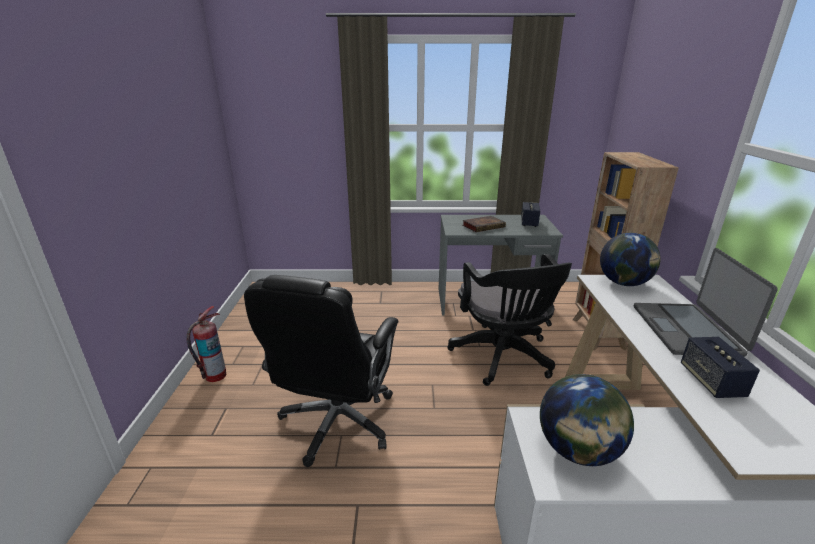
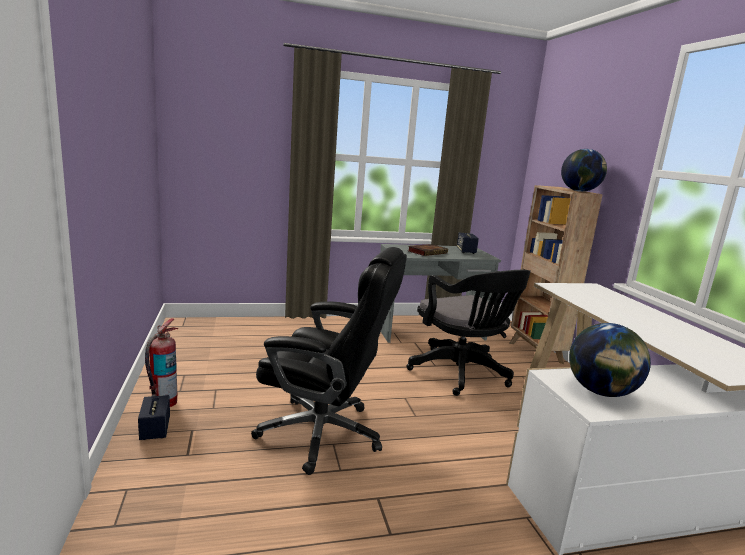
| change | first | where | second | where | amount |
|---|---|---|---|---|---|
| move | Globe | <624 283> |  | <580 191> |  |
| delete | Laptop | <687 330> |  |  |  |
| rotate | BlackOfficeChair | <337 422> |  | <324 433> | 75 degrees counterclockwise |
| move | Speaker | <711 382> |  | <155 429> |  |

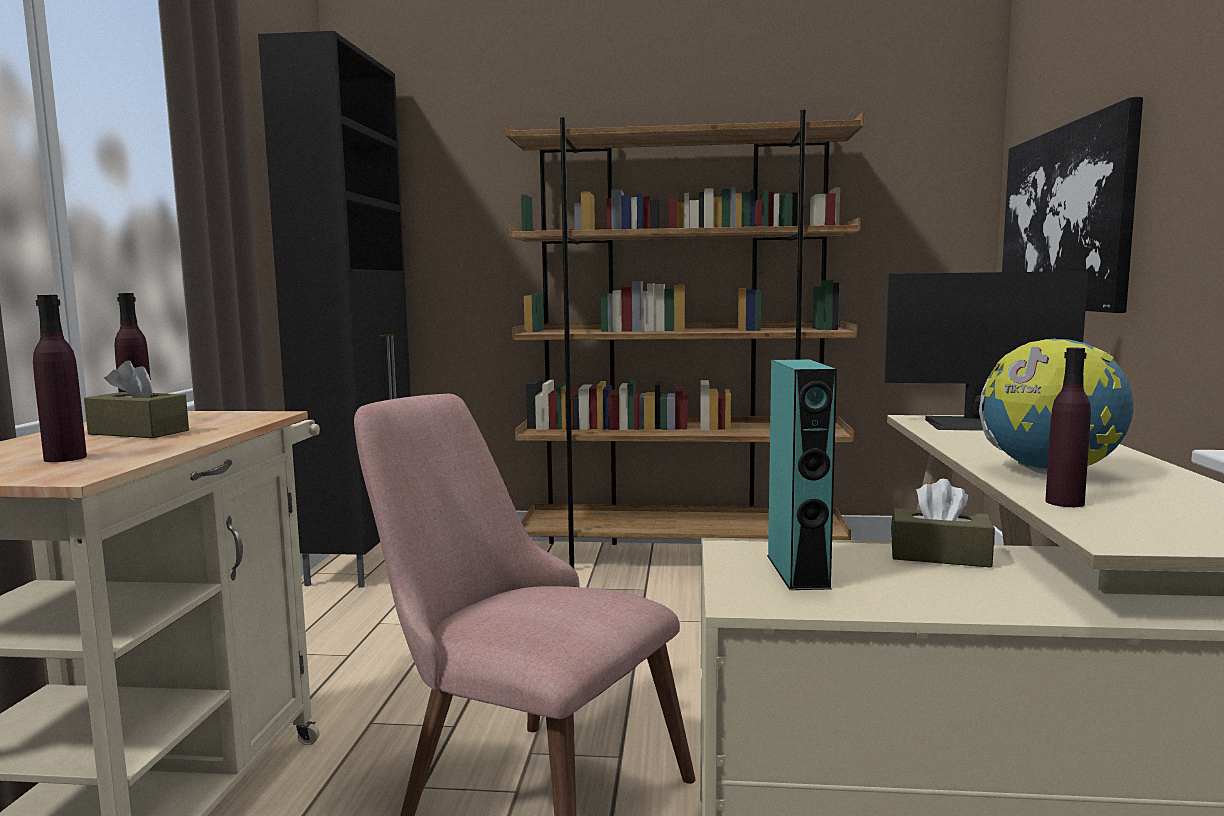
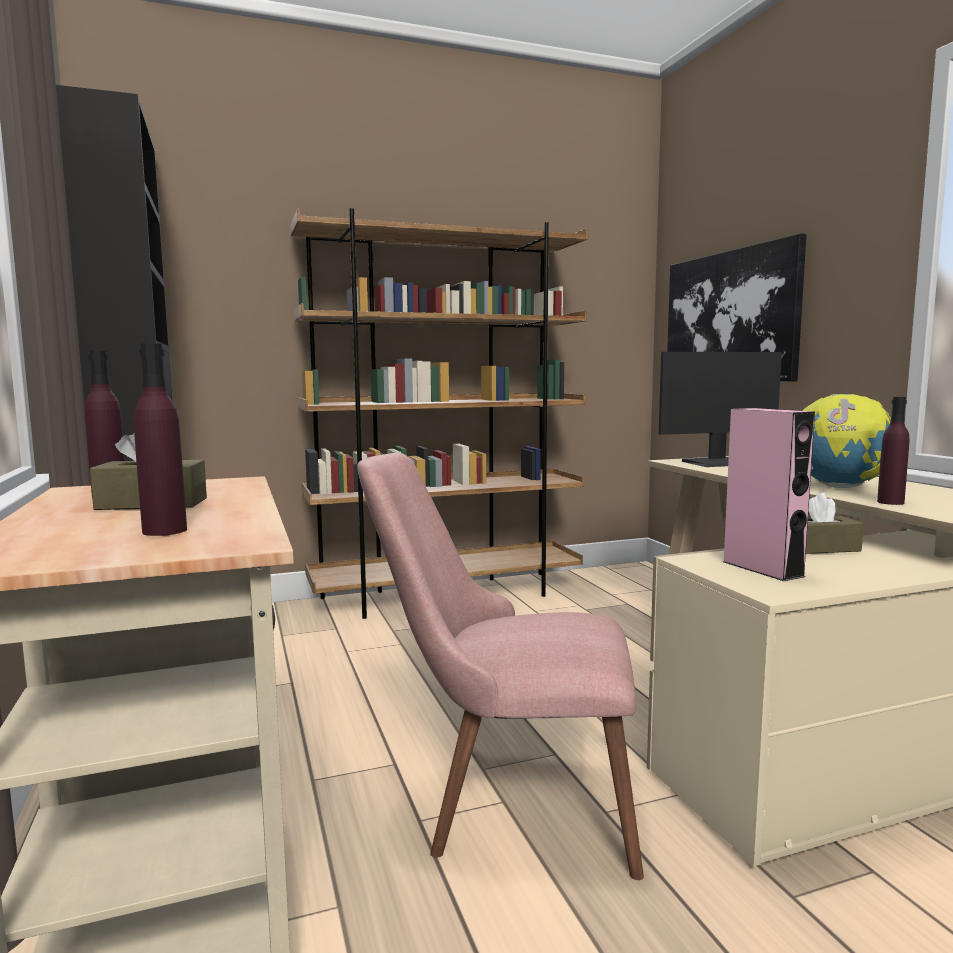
| change | first | where | second | where | amount |
|---|---|---|---|---|---|
| recolor | TurquoiseSpeaker | <797 571> | PinkSpeaker | <762 569> |  |

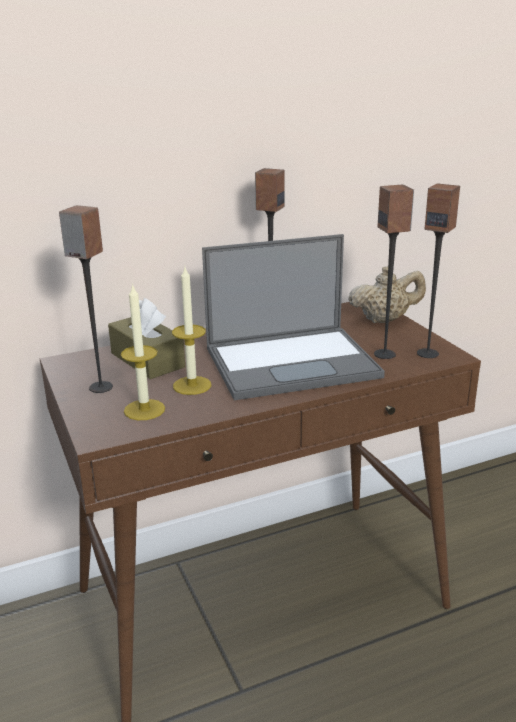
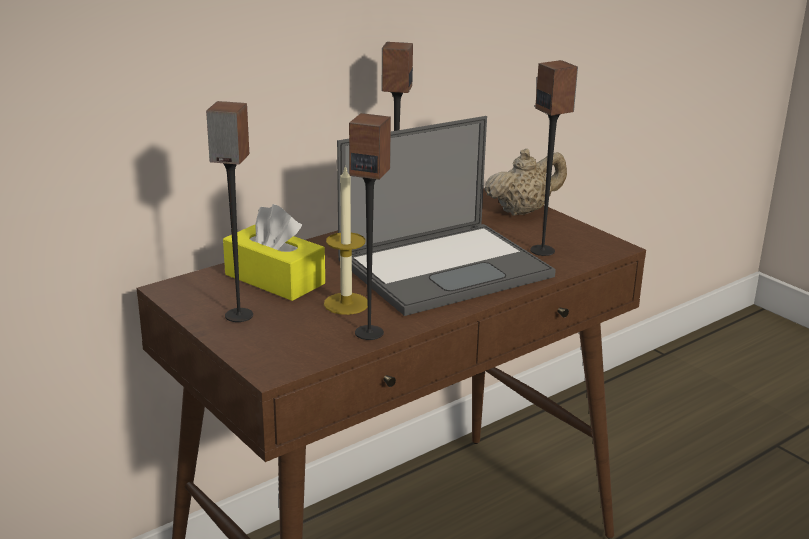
| change | first | where | second | where | amount |
|---|---|---|---|---|---|
| move | Speaker | <428 353> |  | <369 332> |  |
| delete | Candle | <144 410> |  |  |  |
| recolor | BrownTissueBox | <147 360> | YellowTissueBox | <274 279> |  |

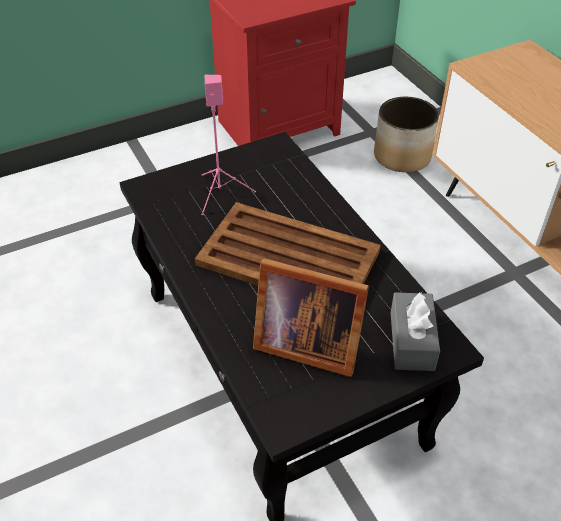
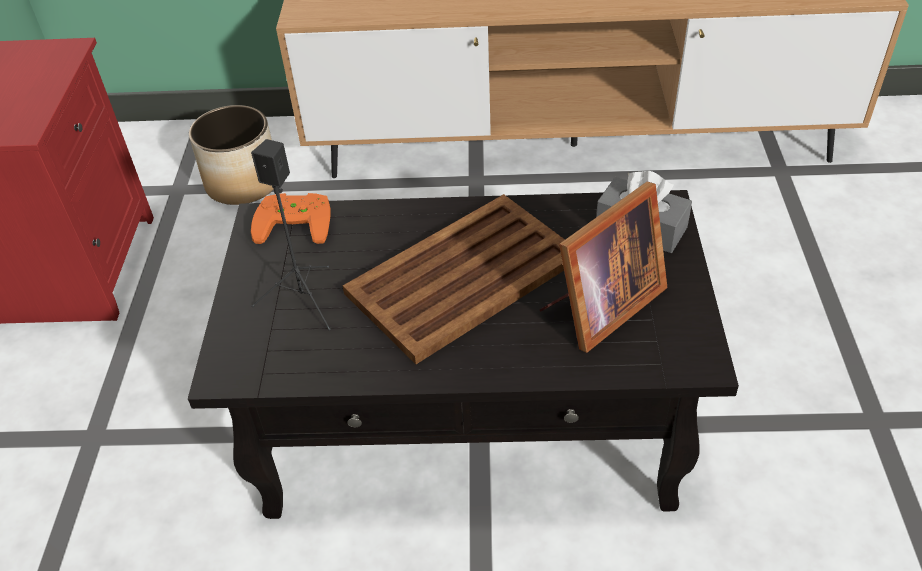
| change | first | where | second | where | amount |
|---|---|---|---|---|---|
| recolor | PinkSpeaker | <219 194> | BlackSpeaker | <304 300> |  |
| insert |  |  | OrangeGameController | <296 221> |  |

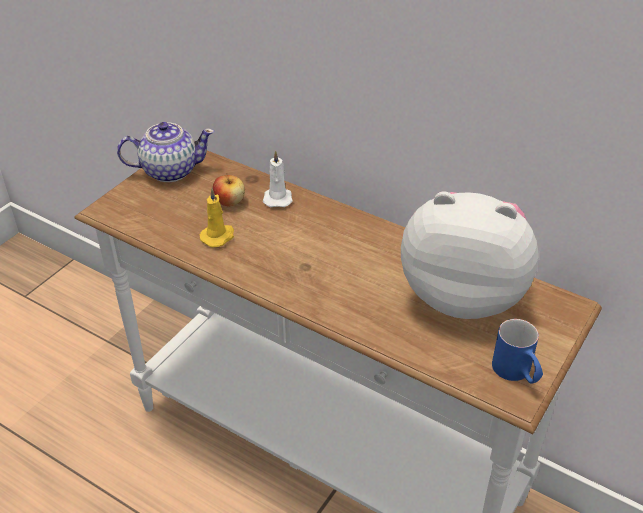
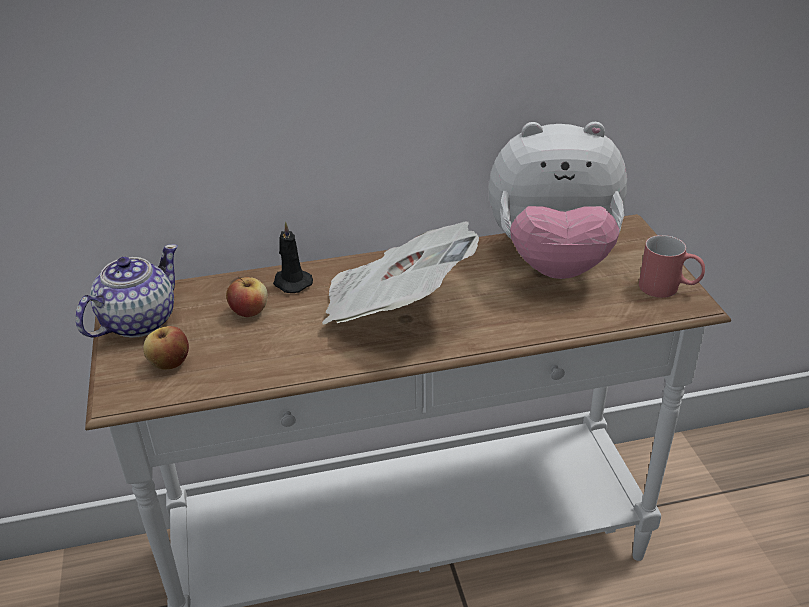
| change | first | where | second | where | amount |
|---|---|---|---|---|---|
| recolor | WhiteCandle | <277 198> | BlackCandle | <291 282> |  |
| delete | YellowCandle | <218 236> |  |  |  |
| rotate | PlushToy | <463 294> |  | <553 261> | 150 degrees counterclockwise |
| recolor | BlueMug | <516 374> | RedMug | <668 288> |  |
| insert |  |  | Newspaper | <395 307> |  |
| insert |  |  | Apple | <169 363> |  |

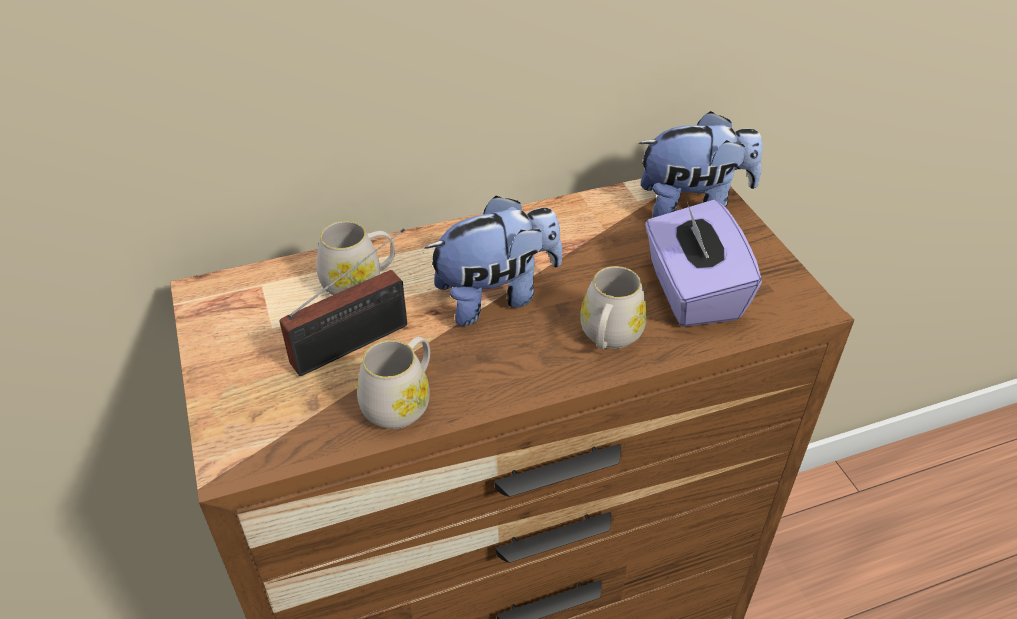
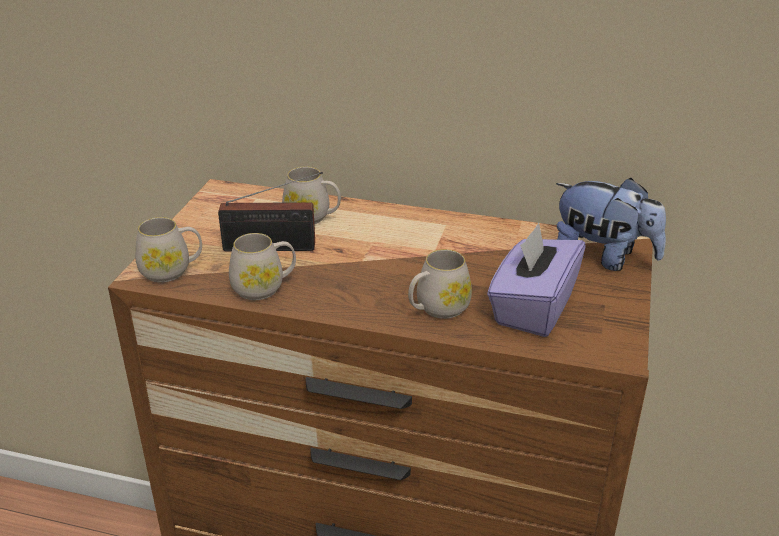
| change | first | where | second | where | amount |
|---|---|---|---|---|---|
| delete | PlushToy | <496 296> |  |  |  |
| insert |  |  | WhiteMug | <172 270> |  |

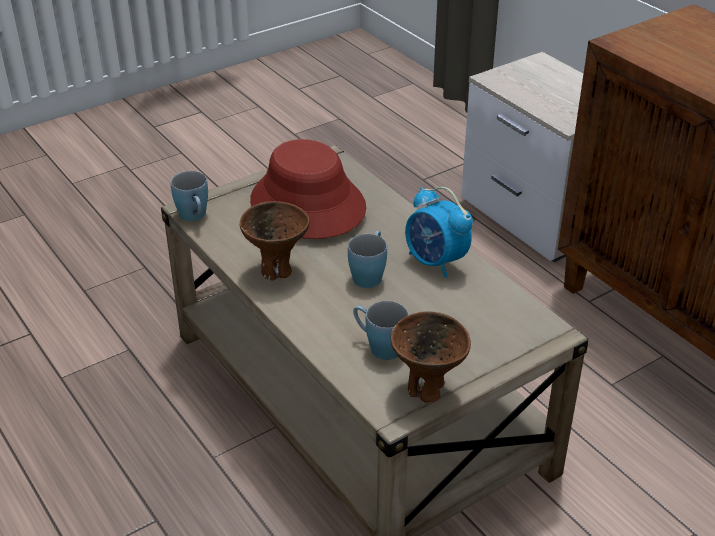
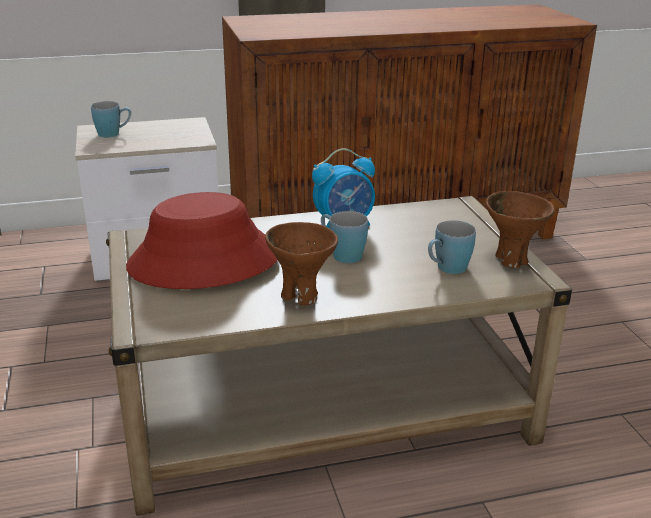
| change | first | where | second | where | amount |
|---|---|---|---|---|---|
| move | BlueMug | <194 217> |  | <114 134> |  |

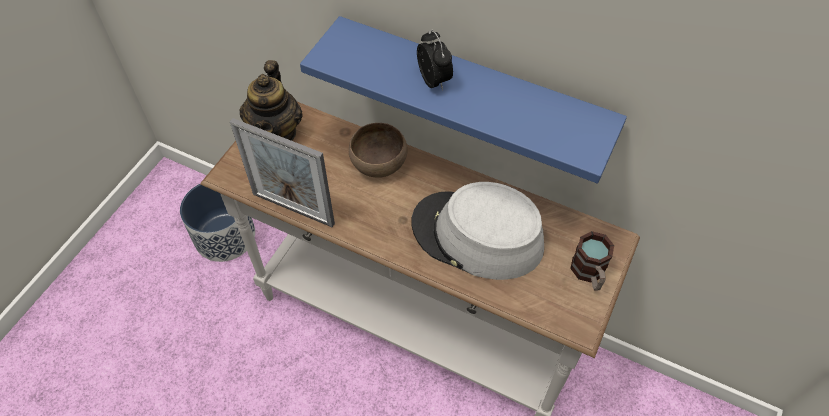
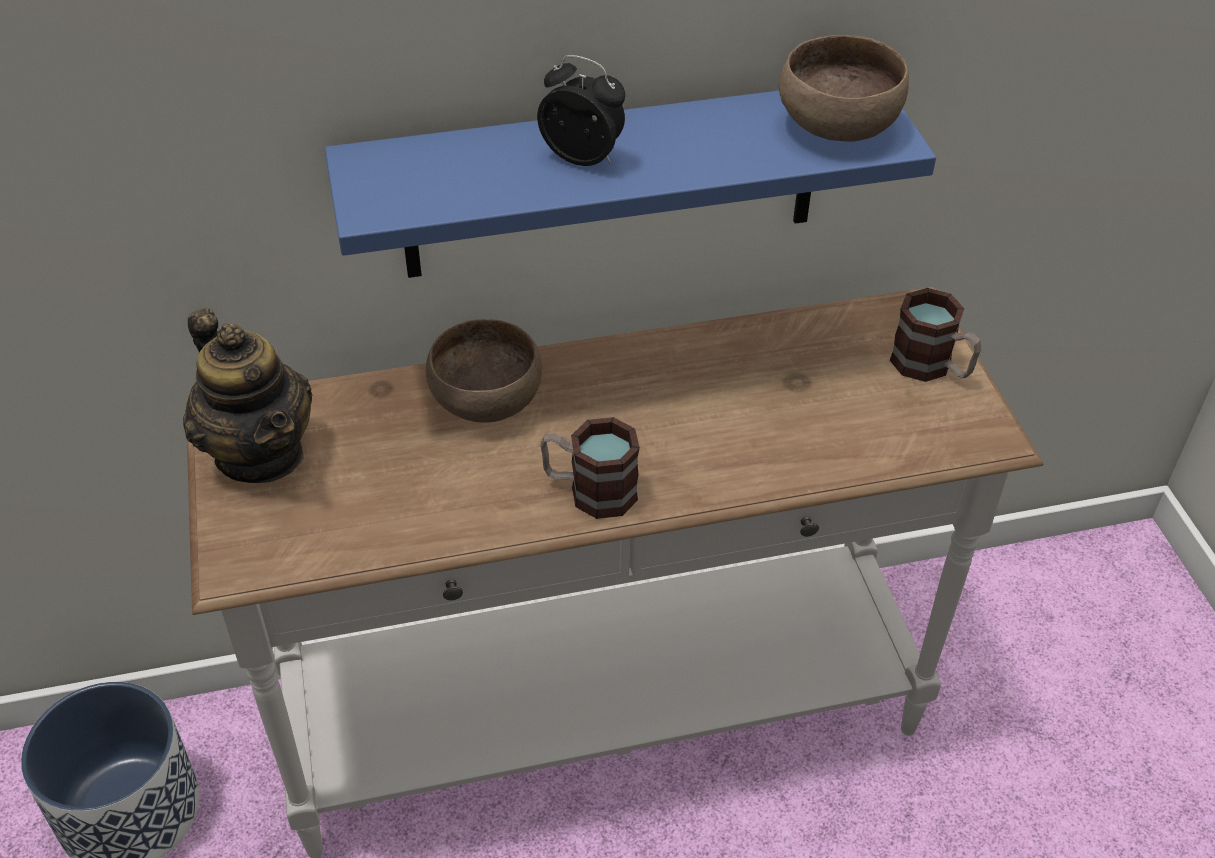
| change | first | where | second | where | amount |
|---|---|---|---|---|---|
| delete | PictureFrame | <293 209> |  |  |  |
| delete | GreyHat | <477 236> |  |  |  |
| insert |  |  | BrownBowl | <835 127> |  |
| insert |  |  | Mug | <589 490> |  |

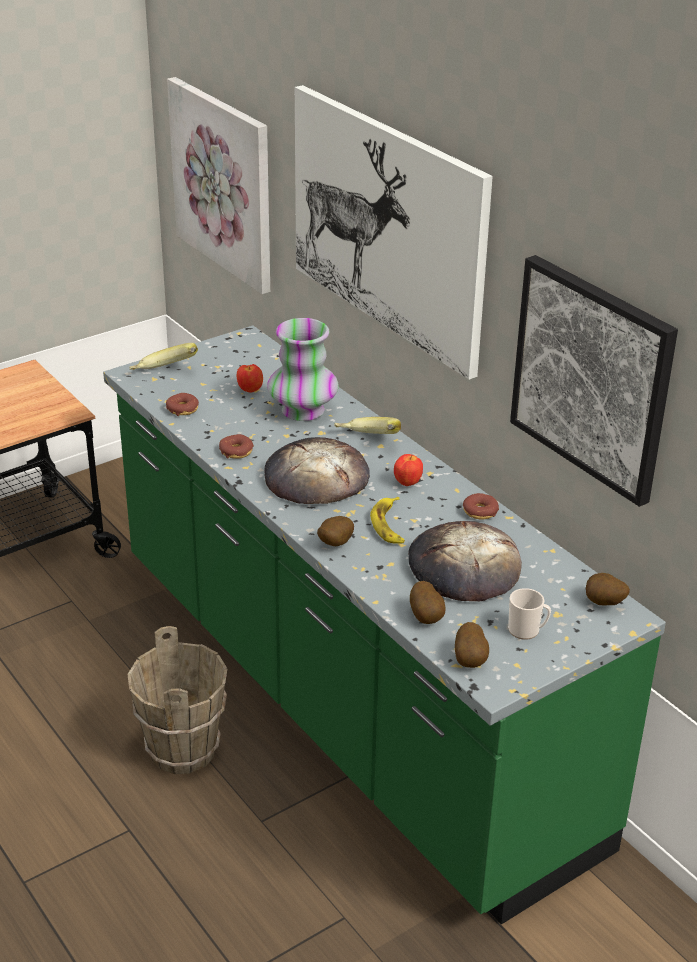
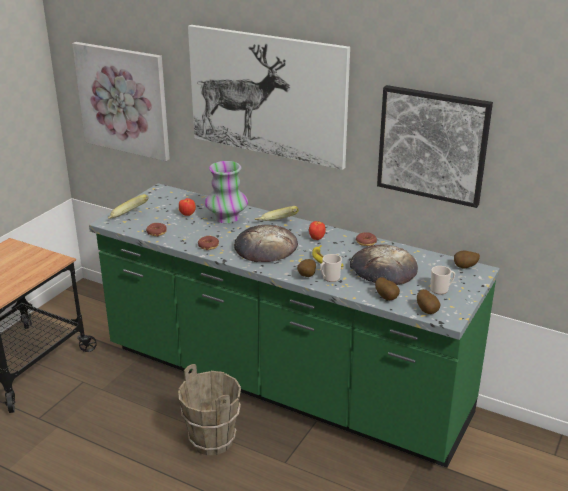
| change | first | where | second | where | amount |
|---|---|---|---|---|---|
| insert |  |  | Mug | <329 278> |  |

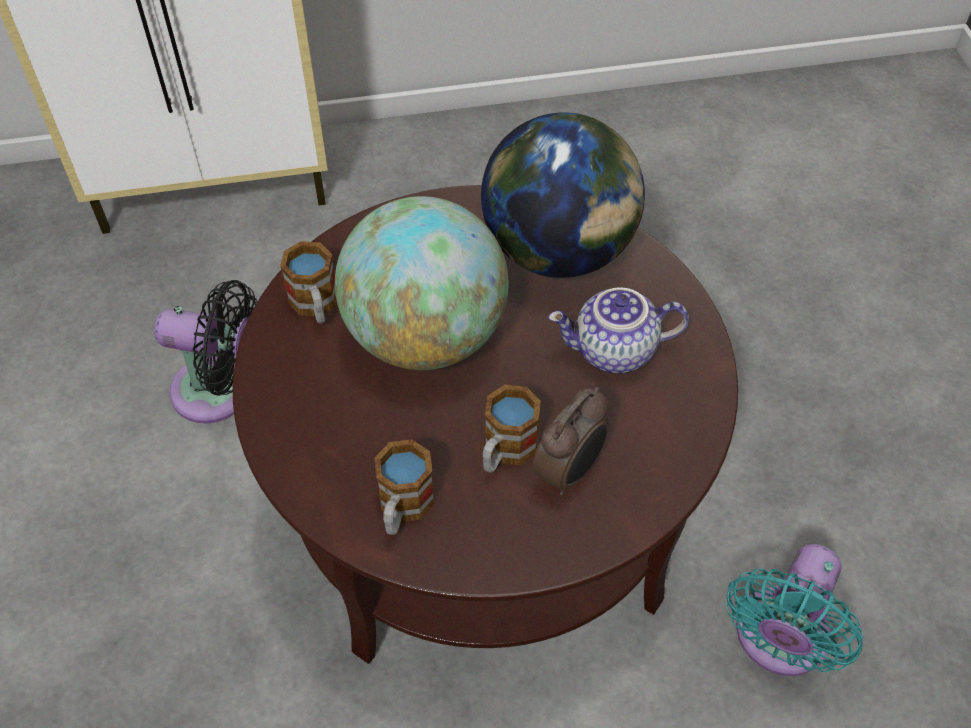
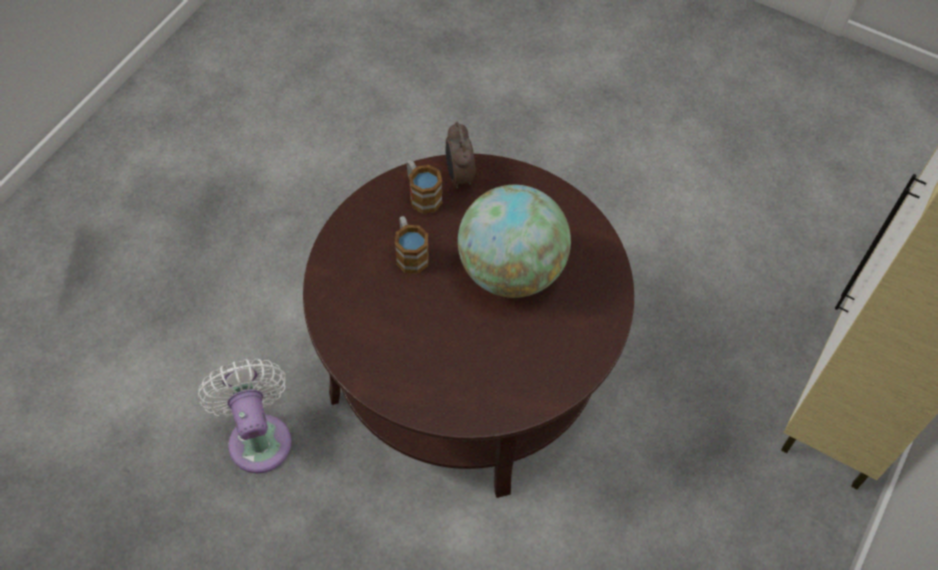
| change | first | where | second | where | amount |
|---|---|---|---|---|---|
| delete | Globe | <559 250> |  |  |  |
| delete | Mug | <316 306> |  |  |  |
| delete | BlackFan | <220 391> |  |  |  |
| delete | Teapot | <614 352> |  |  |  |
| move | AlarmClock | <569 471> |  | <459 176> |  |
| recolor | TurquoiseFan | <778 640> | WhiteFan | <258 437> |  |

